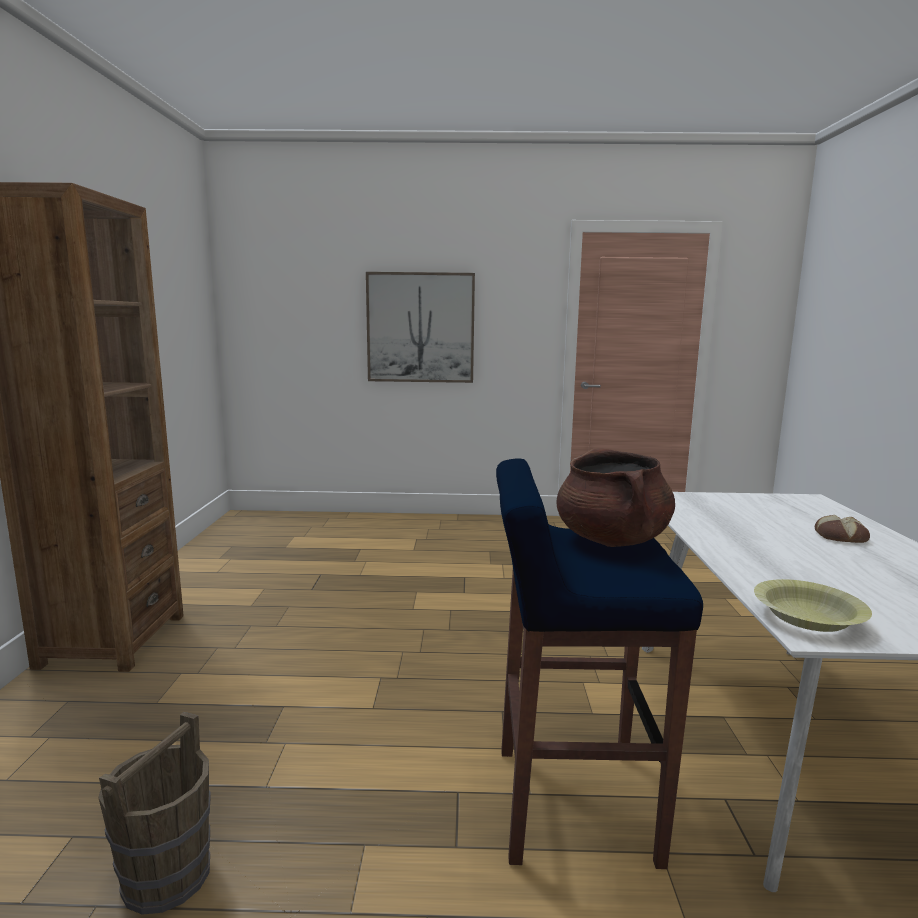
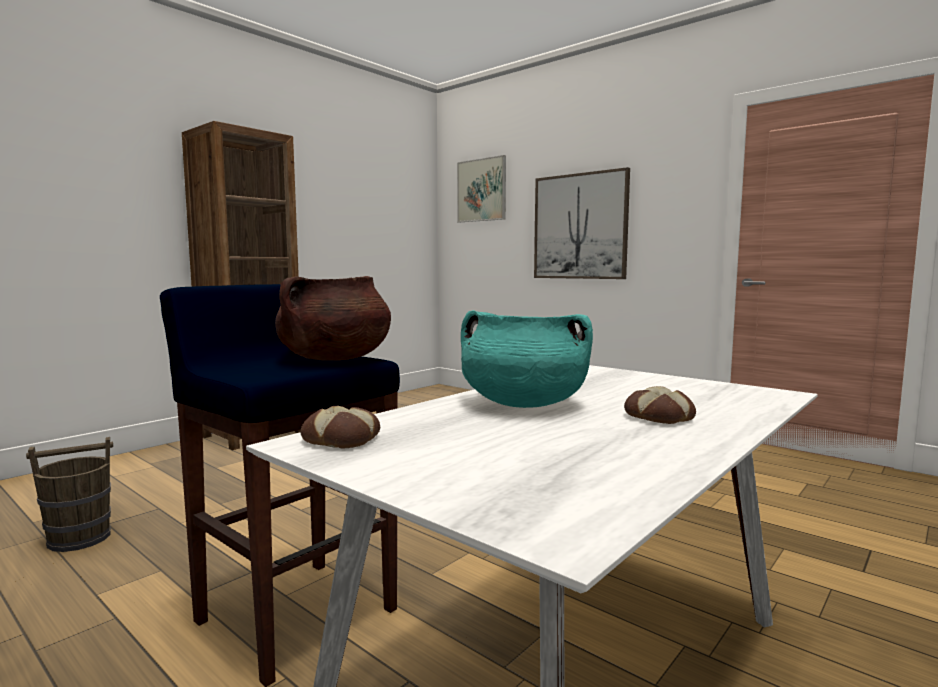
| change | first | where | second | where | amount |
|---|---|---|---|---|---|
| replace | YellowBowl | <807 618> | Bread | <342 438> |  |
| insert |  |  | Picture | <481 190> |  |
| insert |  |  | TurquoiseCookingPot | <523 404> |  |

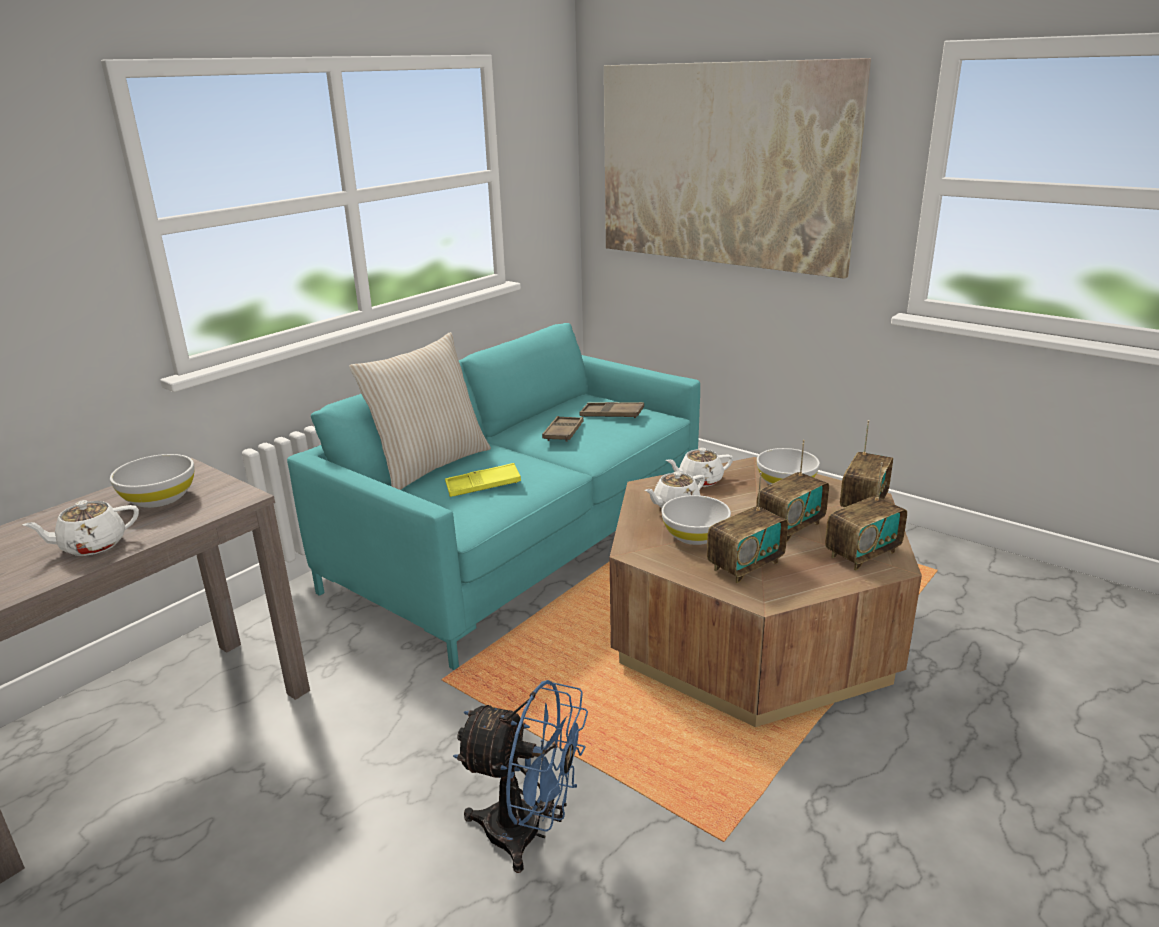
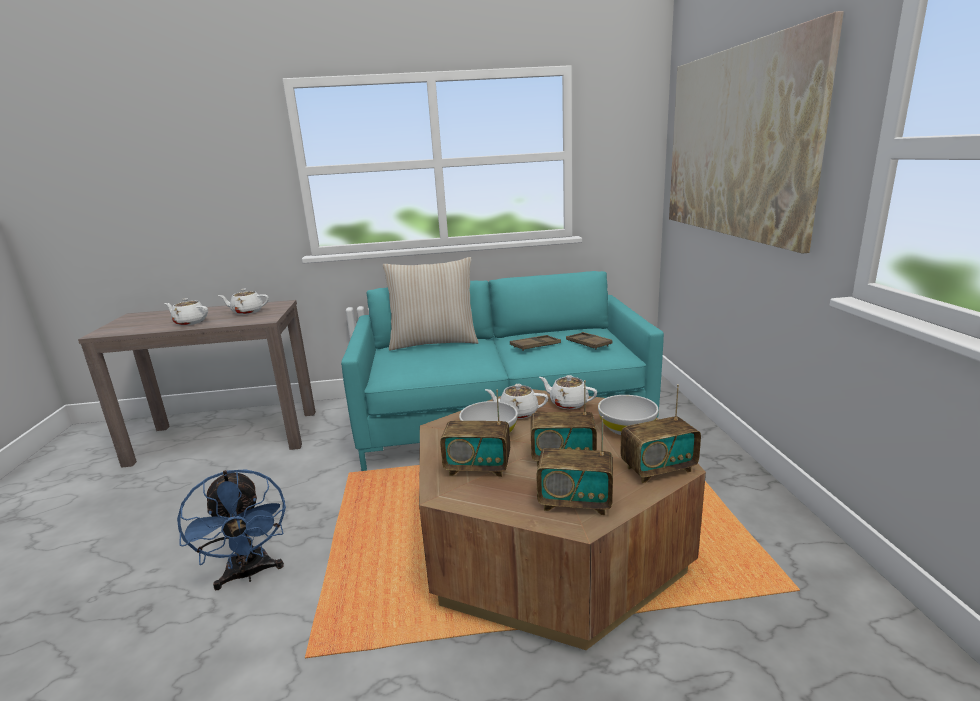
| change | first | where | second | where | amount |
|---|---|---|---|---|---|
| replace | WhiteBowl | <159 498> | WhiteTeapot | <247 312> |  |
| delete | YellowTray | <483 485> |  |  |  |

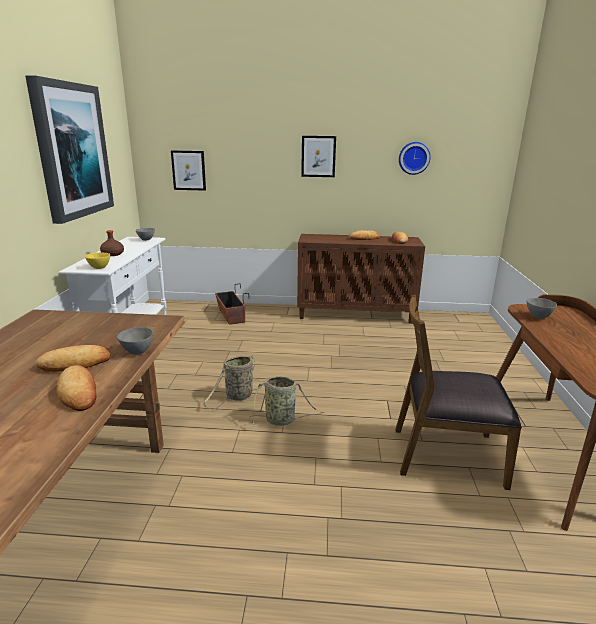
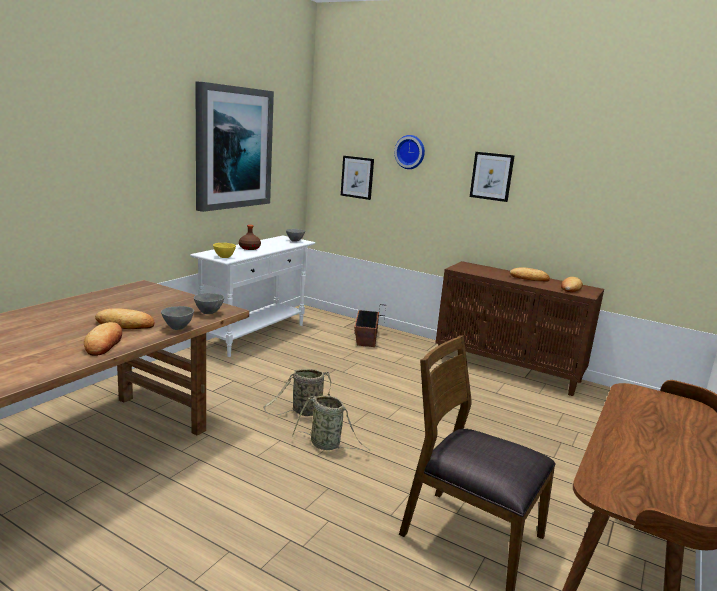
| change | first | where | second | where | amount |
|---|---|---|---|---|---|
| move | WallClock | <414 158> |  | <410 152> |  |
| move | GreyBowl | <538 316> |  | <209 312> |  |

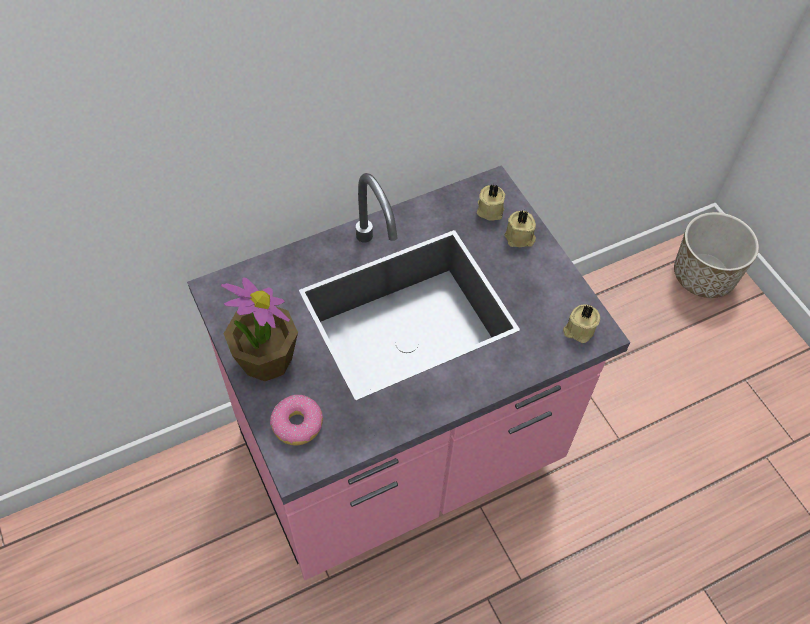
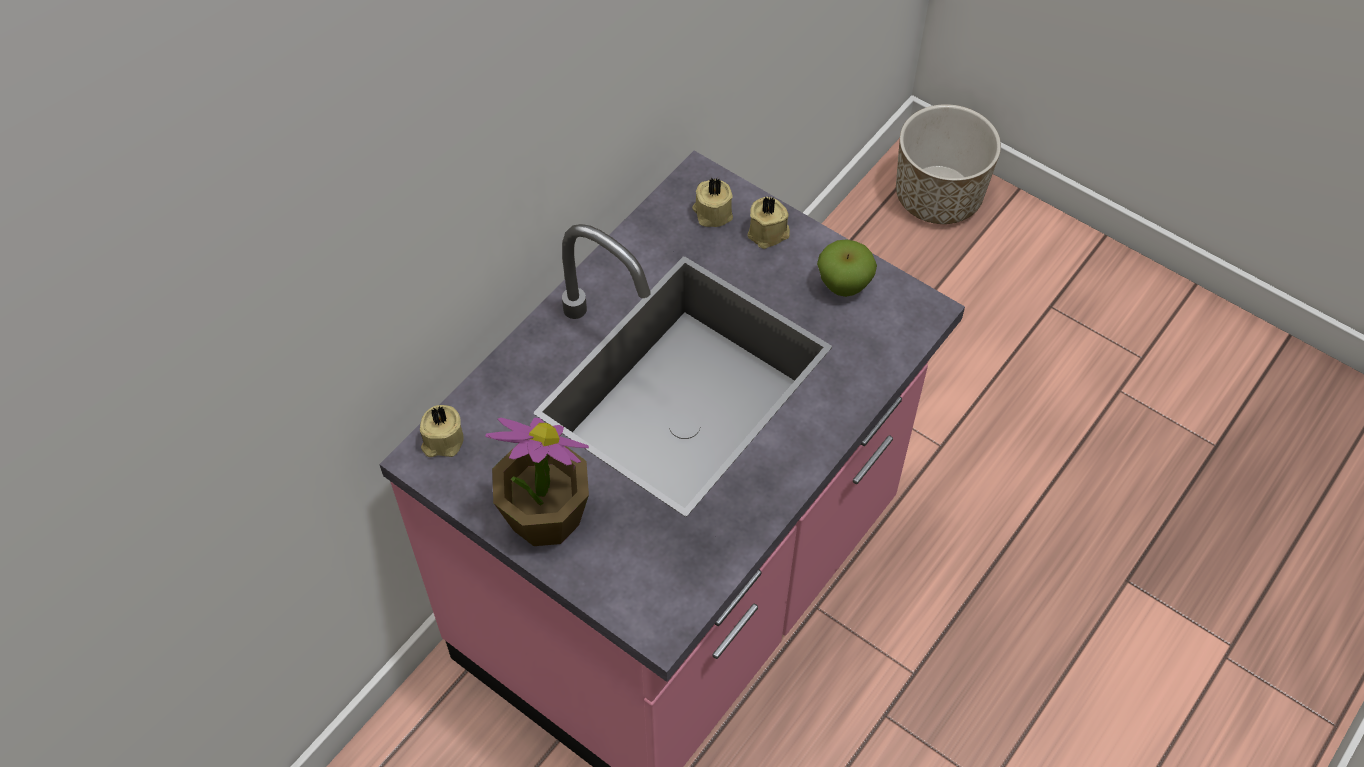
| change | first | where | second | where | amount |
|---|---|---|---|---|---|
| move | BeigeCandle | <578 330> |  | <442 441> |  |
| delete | Donut | <297 424> |  |  |  |
| insert |  |  | Apple | <843 285> |  |

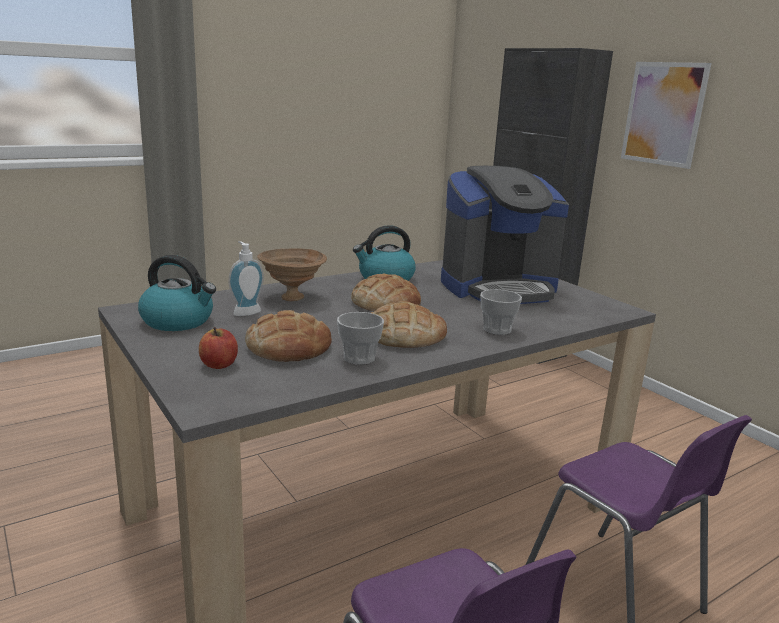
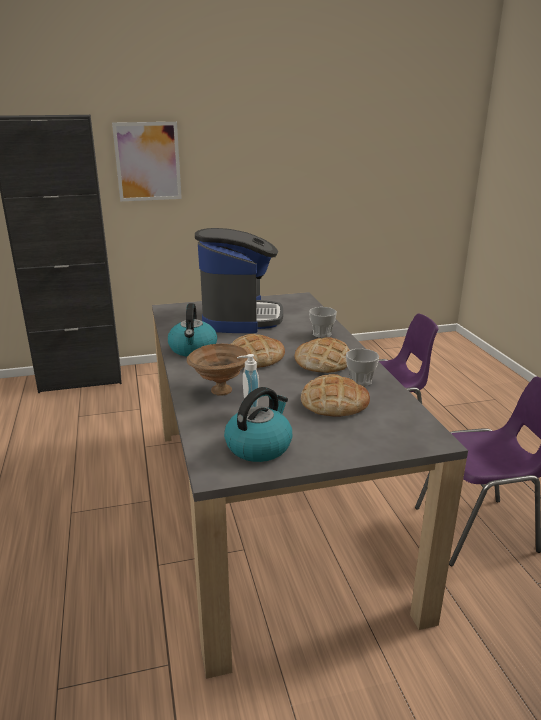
| change | first | where | second | where | amount |
|---|---|---|---|---|---|
| delete | Apple | <219 364> |  |  |  |

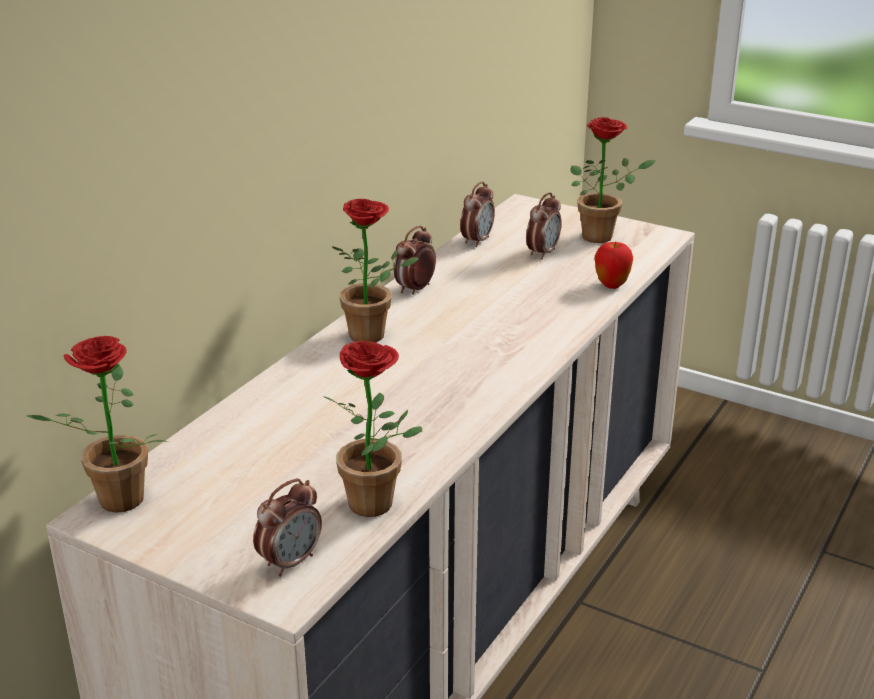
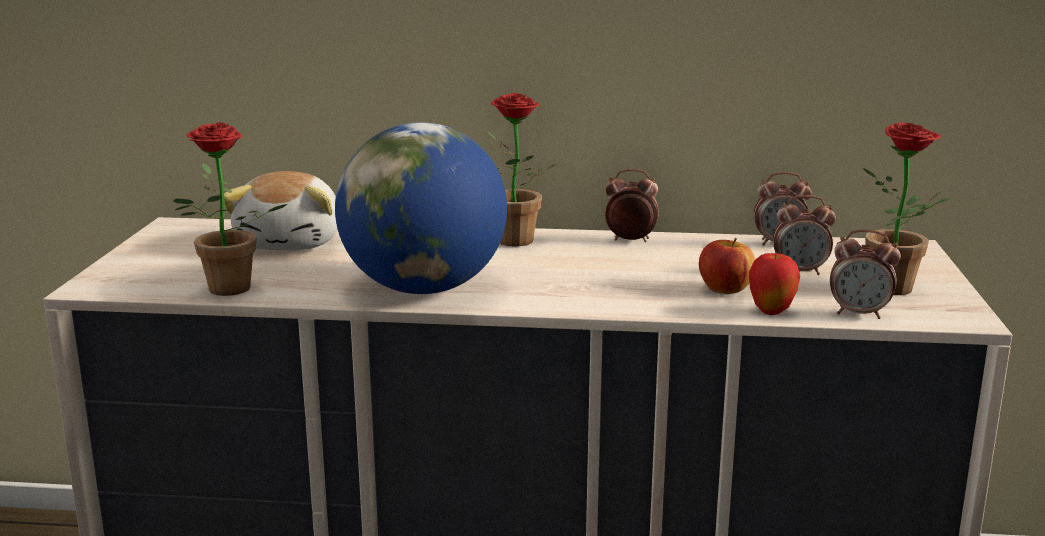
| change | first | where | second | where | amount |
|---|---|---|---|---|---|
| delete | PottedPlant | <113 504> |  |  |  |
| move | AlarmClock | <290 562> |  | <859 313> |  |
| insert |  |  | Globe | <424 288> |  |
| insert |  |  | PlushToy | <292 242> |  |
| insert |  |  | Apple | <725 290> |  |

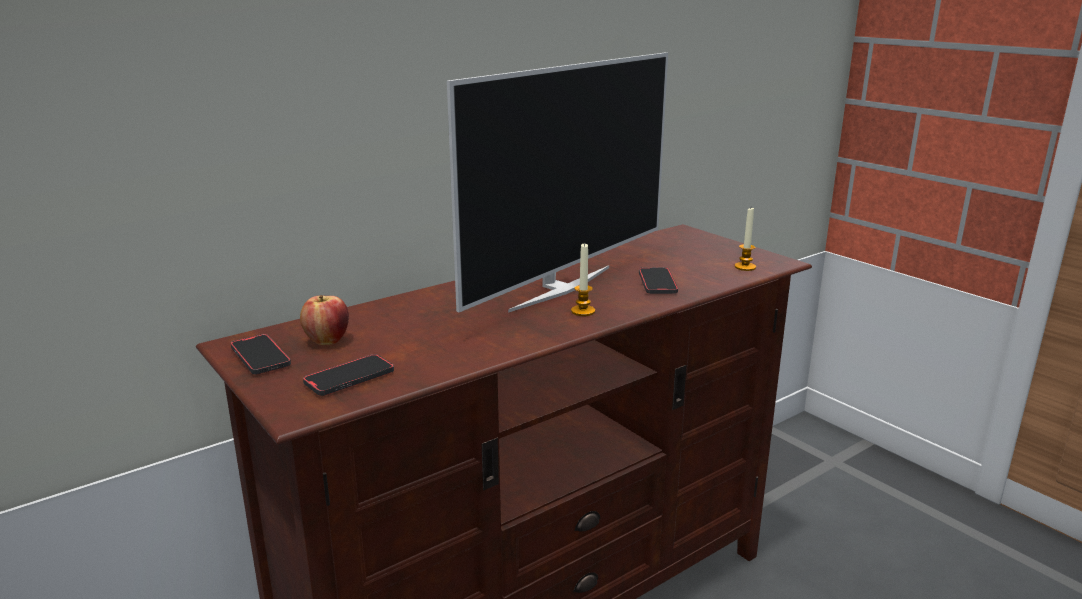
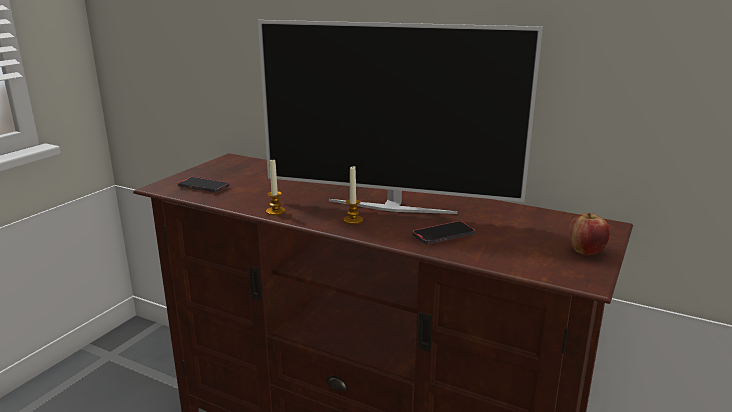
| change | first | where | second | where | amount |
|---|---|---|---|---|---|
| move | Candle | <745 267> |  | <275 211> |  |
| move | Apple | <327 341> |  | <586 251> |  |
| delete | Phone | <260 357> |  |  |  |

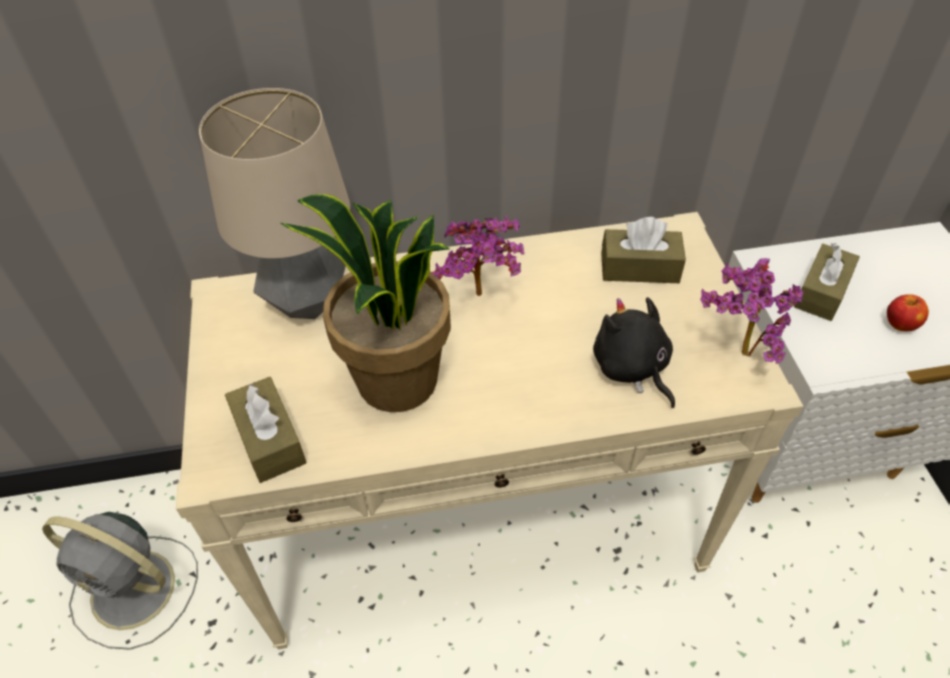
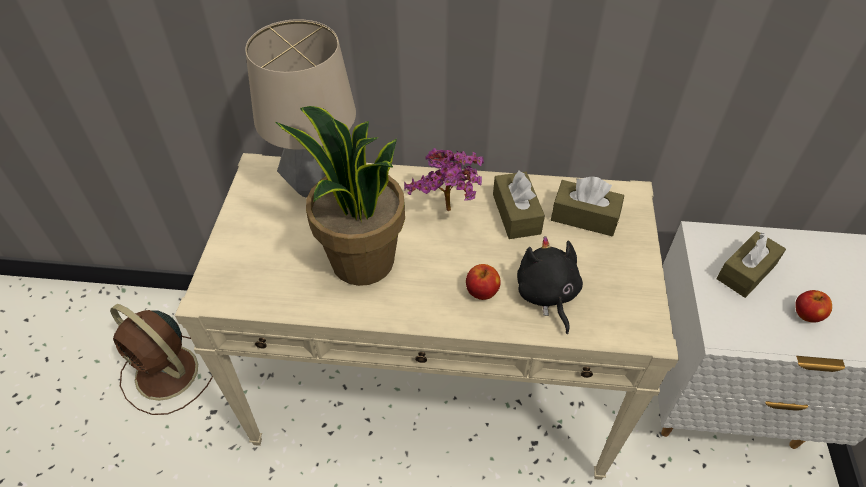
| change | first | where | second | where | amount |
|---|---|---|---|---|---|
| delete | PottedPlant | <736 350> |  |  |  |
| move | BrownTissueBox | <269 439> |  | <516 214> |  |
| recolor | GreyFan | <136 590> | BrownFan | <169 374> |  |
| insert |  |  | Apple | <482 292> |  |

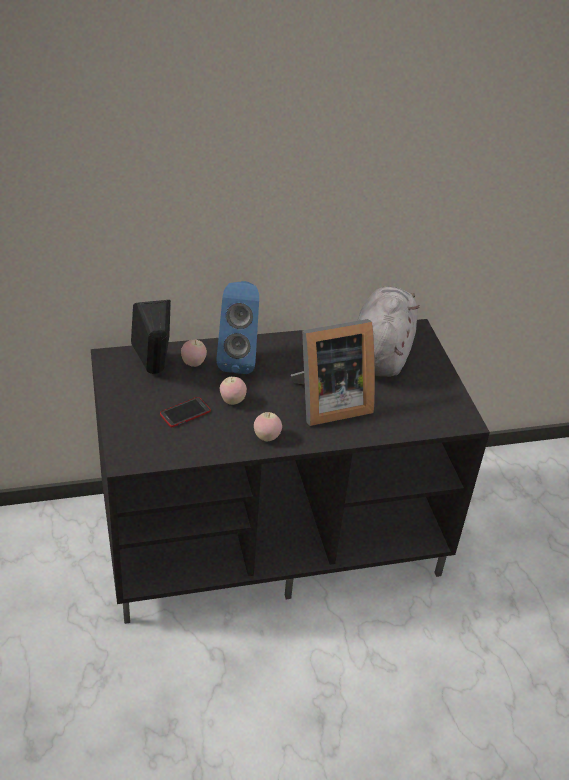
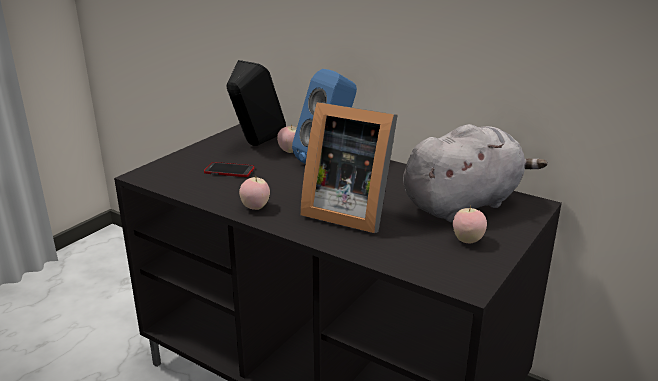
| change | first | where | second | where | amount |
|---|---|---|---|---|---|
| move | Apple | <232 401> |  | <467 241> |  |

